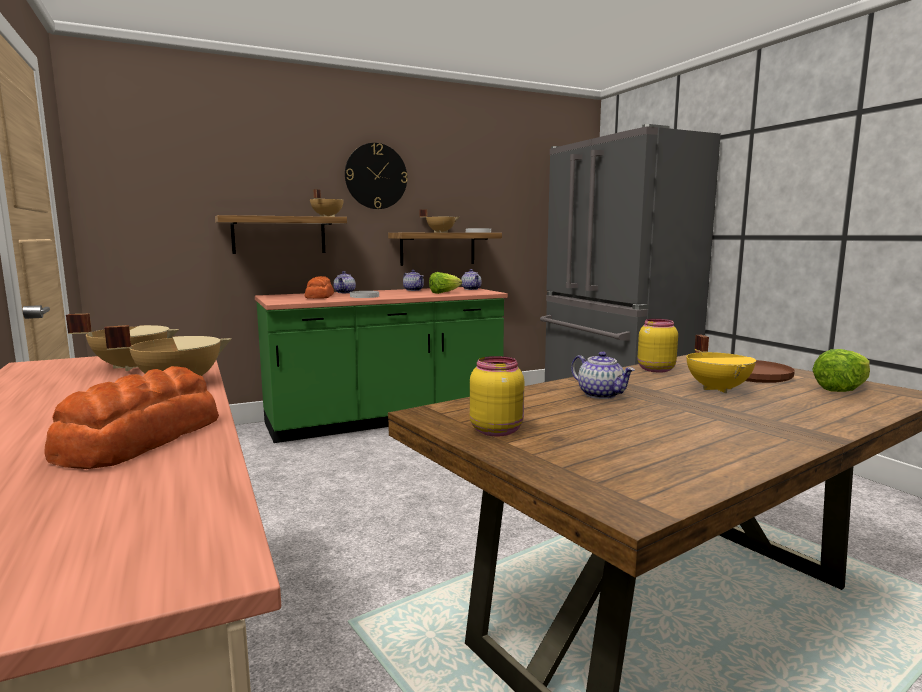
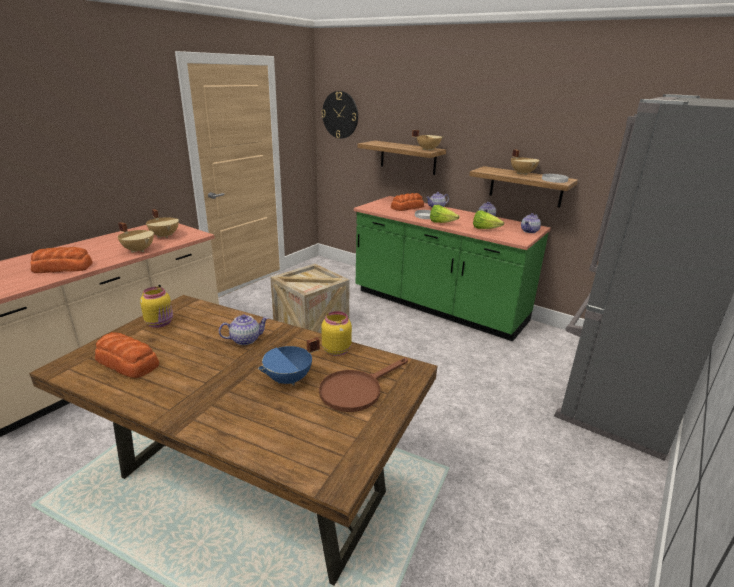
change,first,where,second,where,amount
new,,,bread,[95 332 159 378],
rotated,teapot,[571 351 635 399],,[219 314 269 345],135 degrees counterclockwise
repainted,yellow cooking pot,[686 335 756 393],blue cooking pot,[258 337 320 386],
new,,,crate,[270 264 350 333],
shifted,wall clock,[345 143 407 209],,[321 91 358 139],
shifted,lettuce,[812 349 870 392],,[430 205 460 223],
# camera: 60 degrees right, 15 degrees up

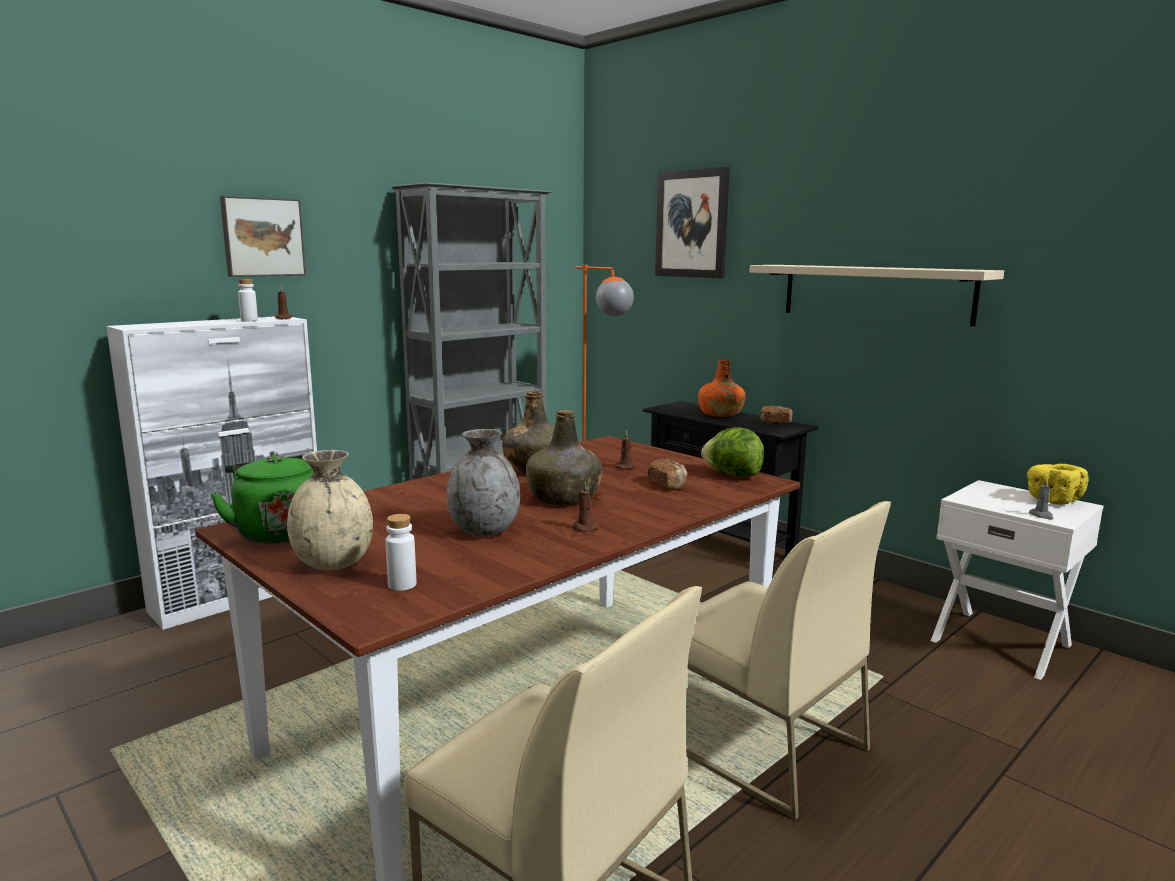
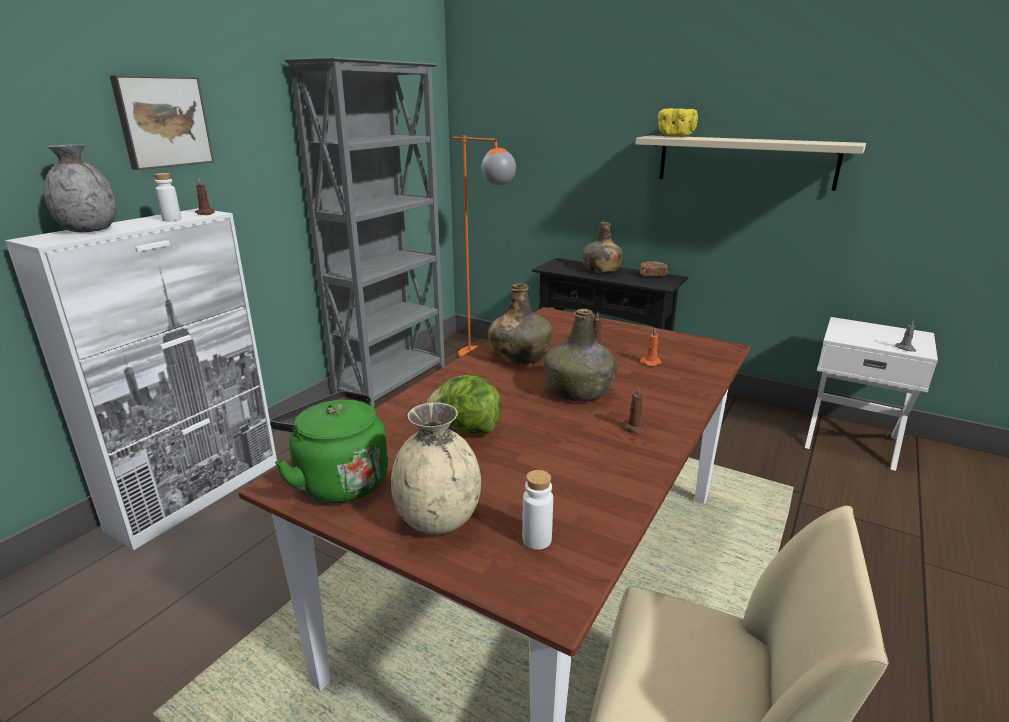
change,first,where,second,where,amount
shifted,grey vase,[447 429 520 536],,[44 145 117 232],
shifted,lettuce,[701 427 764 476],,[427 375 501 434],
repainted,orange bottle,[698 359 746 417],green bottle,[582 222 623 273],
swapped,bread,[647 459 687 489],orange candle,[640 328 662 366],
shifted,yellow bowl,[1027 464 1089 505],,[658 108 698 137],
gone,picture,[655 167 730 279],,,
gone,beige chair,[686 501 891 820],,,
# camera: 15 degrees left, 10 degrees up

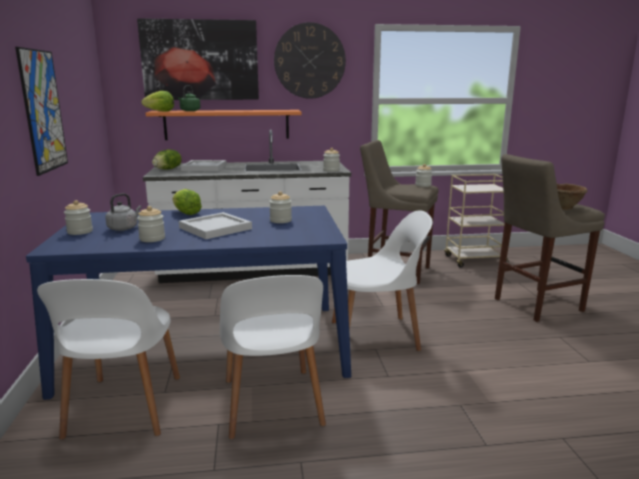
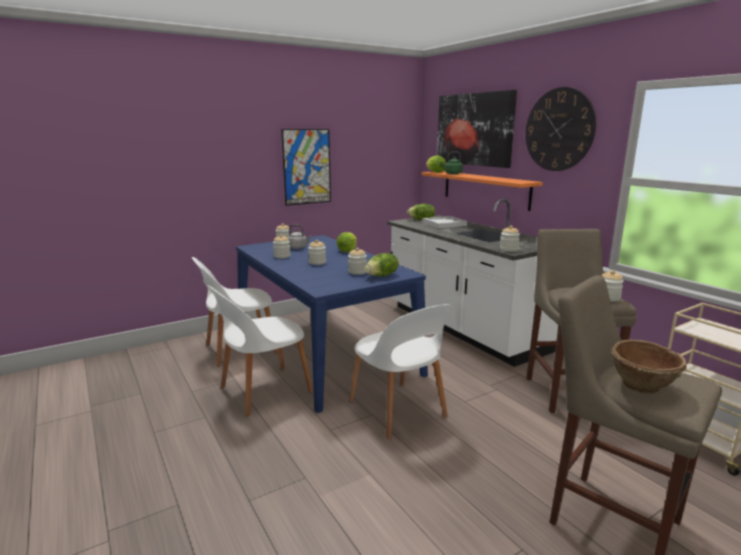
change,first,where,second,where,amount
swapped,white tray,[179 212 252 239],jar,[308 240 326 265],
new,,,lettuce,[365 253 399 276],
# camera: 65 degrees right, 0 degrees up

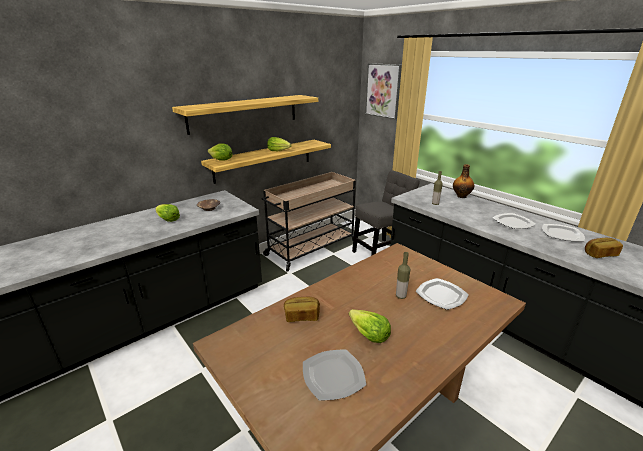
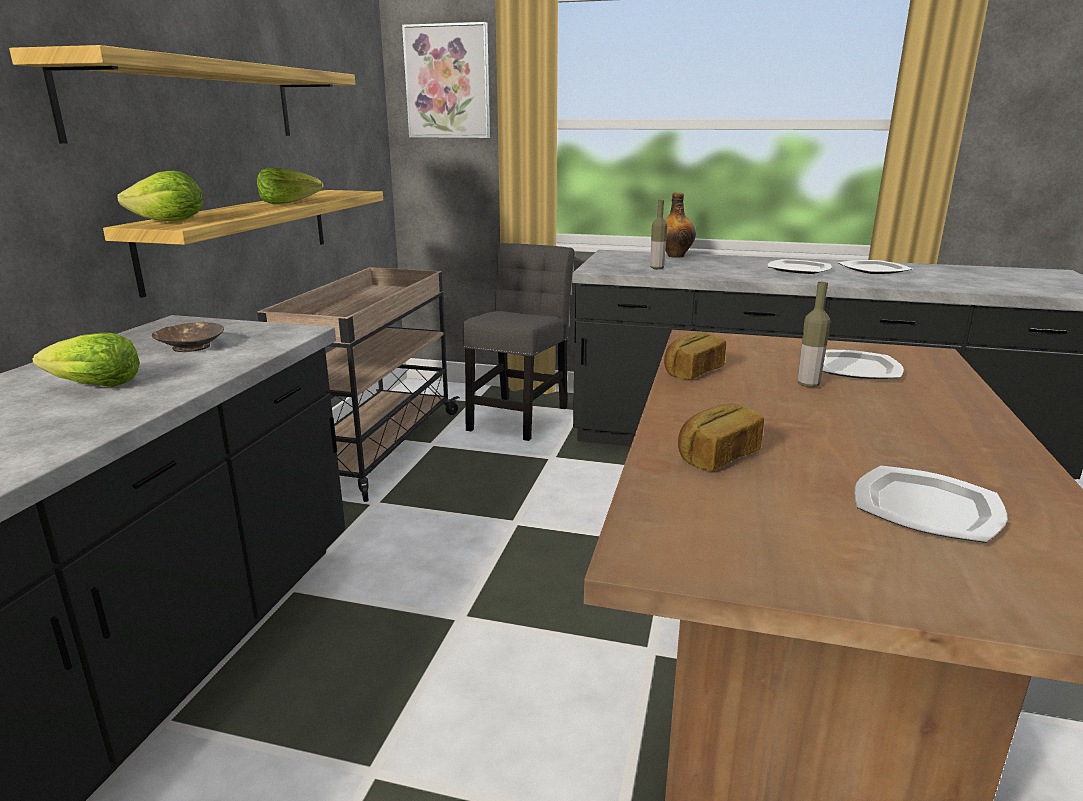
change,first,where,second,where,amount
shifted,bread,[585 238 623 258],,[664 333 726 379],
gone,lettuce,[349 309 391 343],,,
# camera: 35 degrees left, 5 degrees down

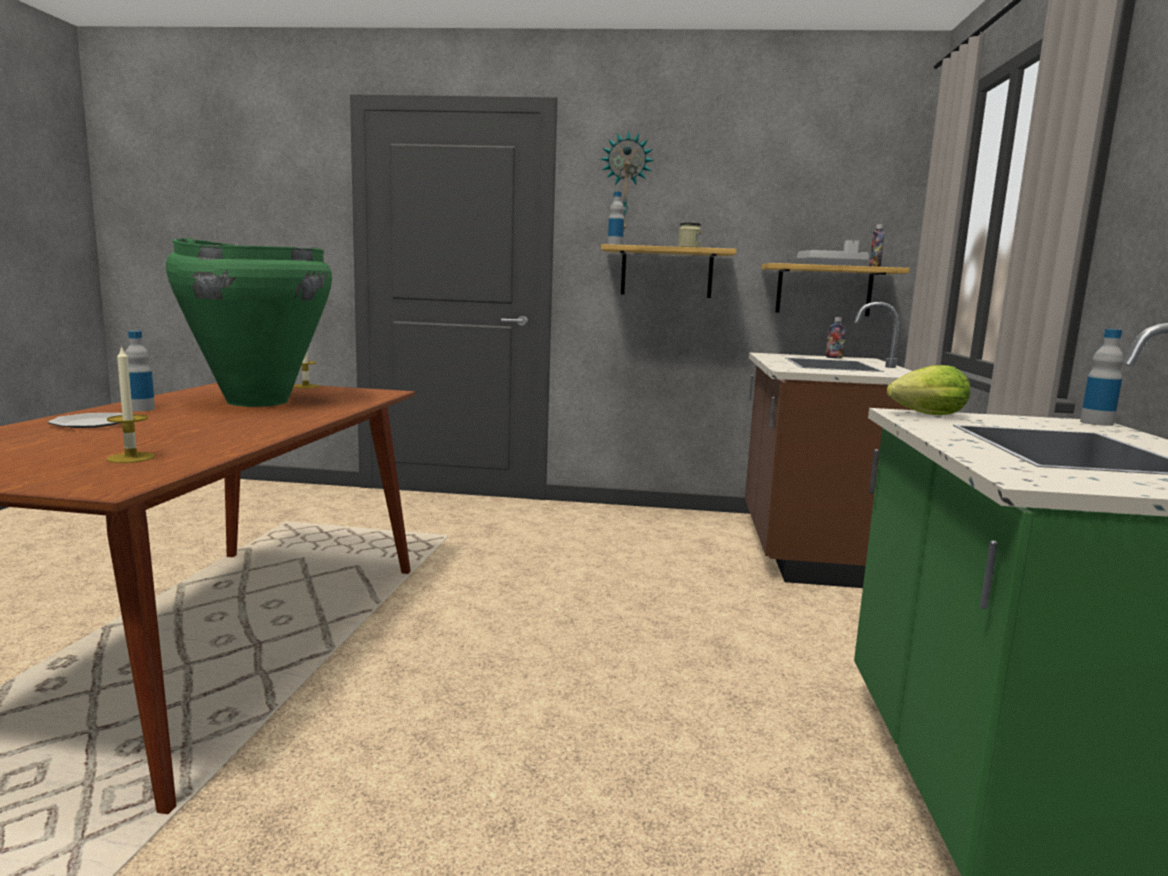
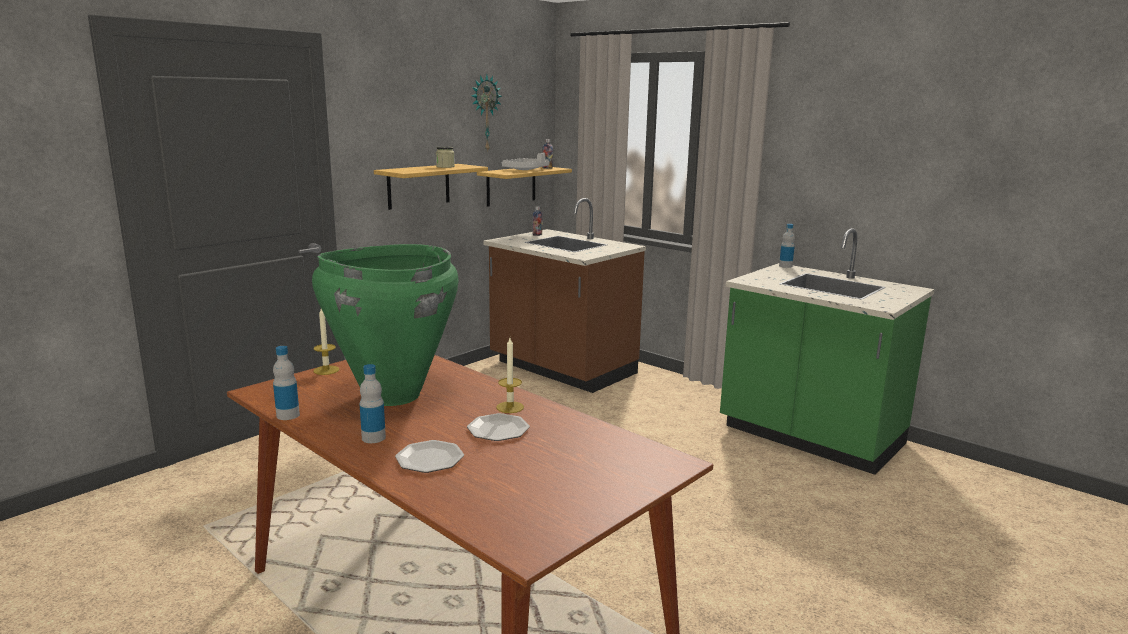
change,first,where,second,where,amount
shifted,bottle,[608 192 624 245],,[273 346 300 420],
new,,,plate,[467 413 530 441],
shifted,wall clock,[601 131 654 230],,[471 74 502 152],
shifted,candle,[107 345 155 463],,[496 338 524 413],
gone,lettuce,[887 365 970 415],,,
# camera: 55 degrees left, 5 degrees up

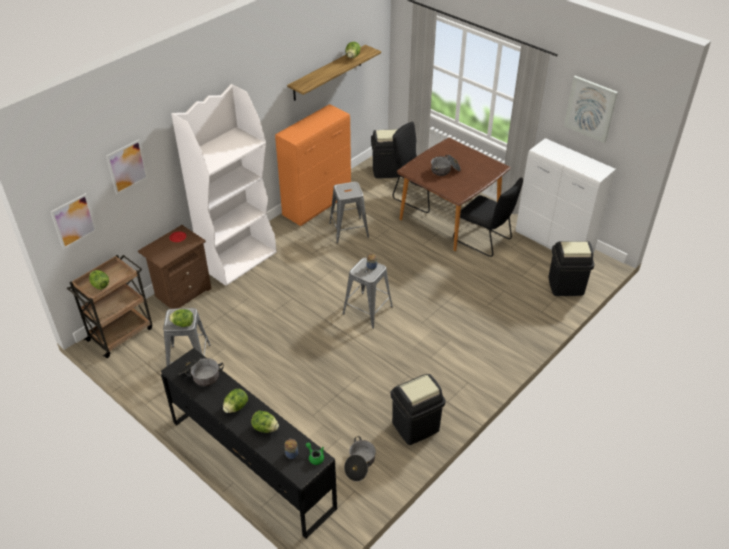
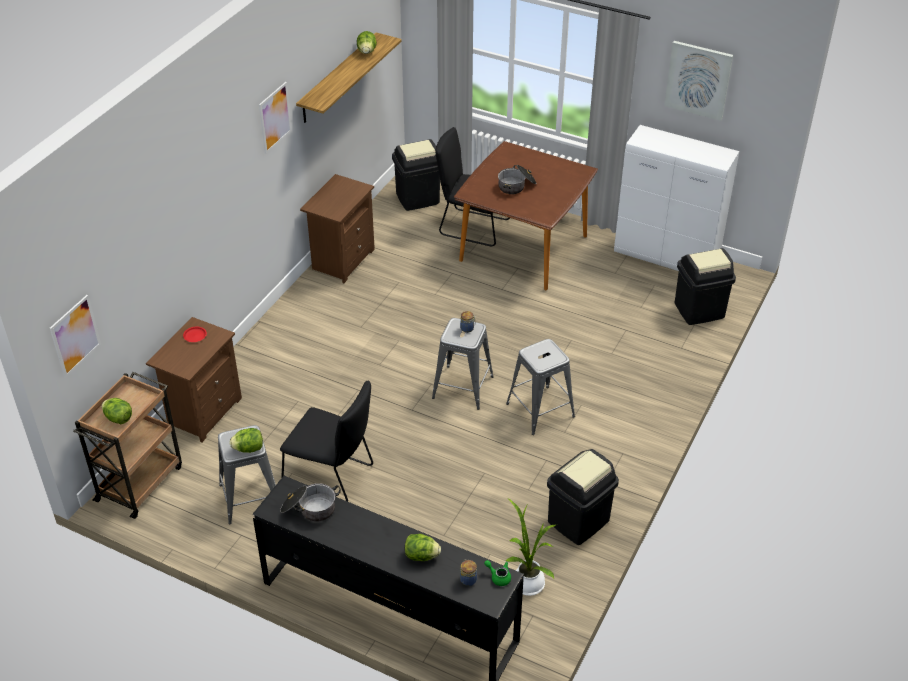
change,first,where,second,where,amount
shifted,picture,[106 139 148 195],,[259 82 292 154],
shifted,black chair,[453 178 523 257],,[280 380 373 502],
swapped,orange cabinet,[275 104 351 226],brown nightstand,[300 174 375 283],
shifted,grey stool,[329 182 369 243],,[506 339 575 435],
swapped,cooking pot,[344 436 376 481],potted plant,[506 498 557 596],
gone,white bookcase,[171 84 277 286],,,
gone,lettuce,[223 389 248 413],,,
# camera: 15 degrees left, 0 degrees up

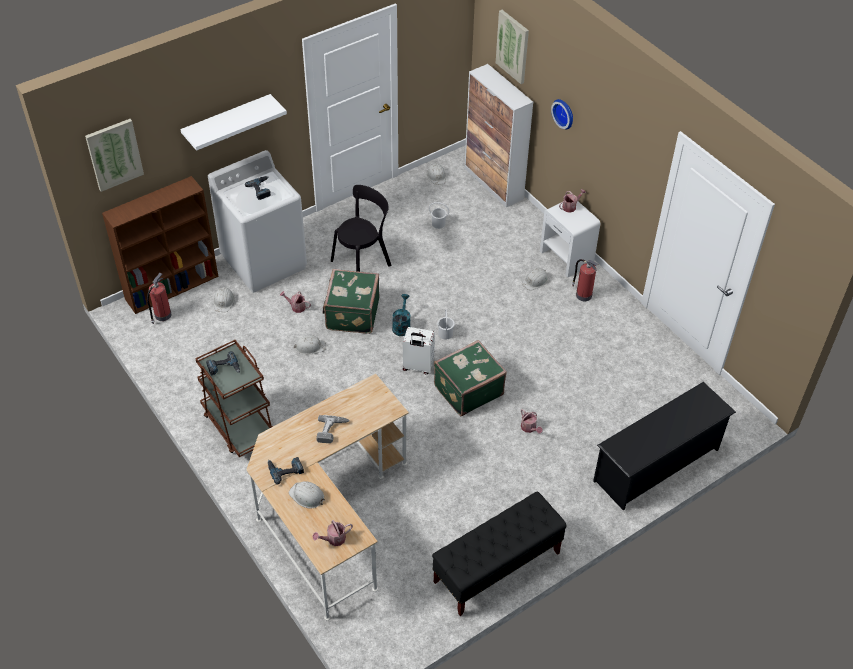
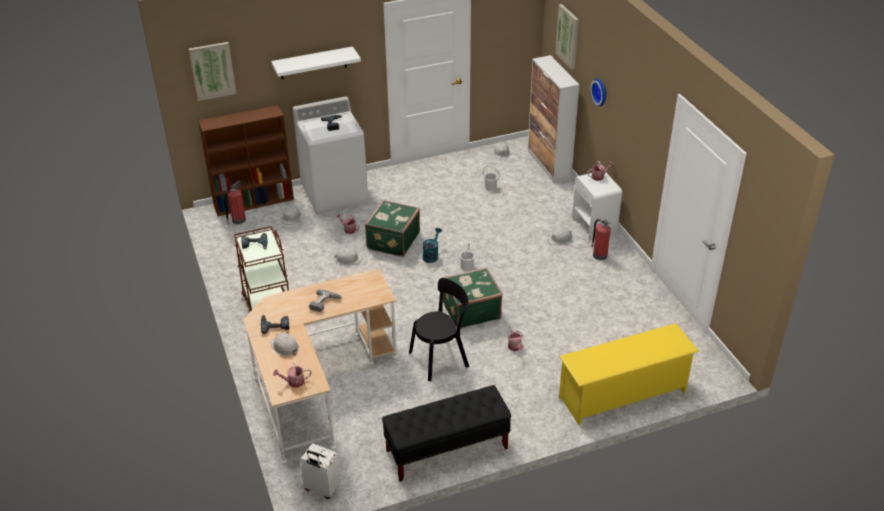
change,first,where,second,where,amount
shifted,white suitcase,[403 327 435 374],,[300 443 341 499],
shifted,black chair,[331 185 392 272],,[409 278 469 381],
repainted,black shoe rack,[593 382 736 510],yellow shoe rack,[559 323 699 425],
# camera: 15 degrees right, 10 degrees down

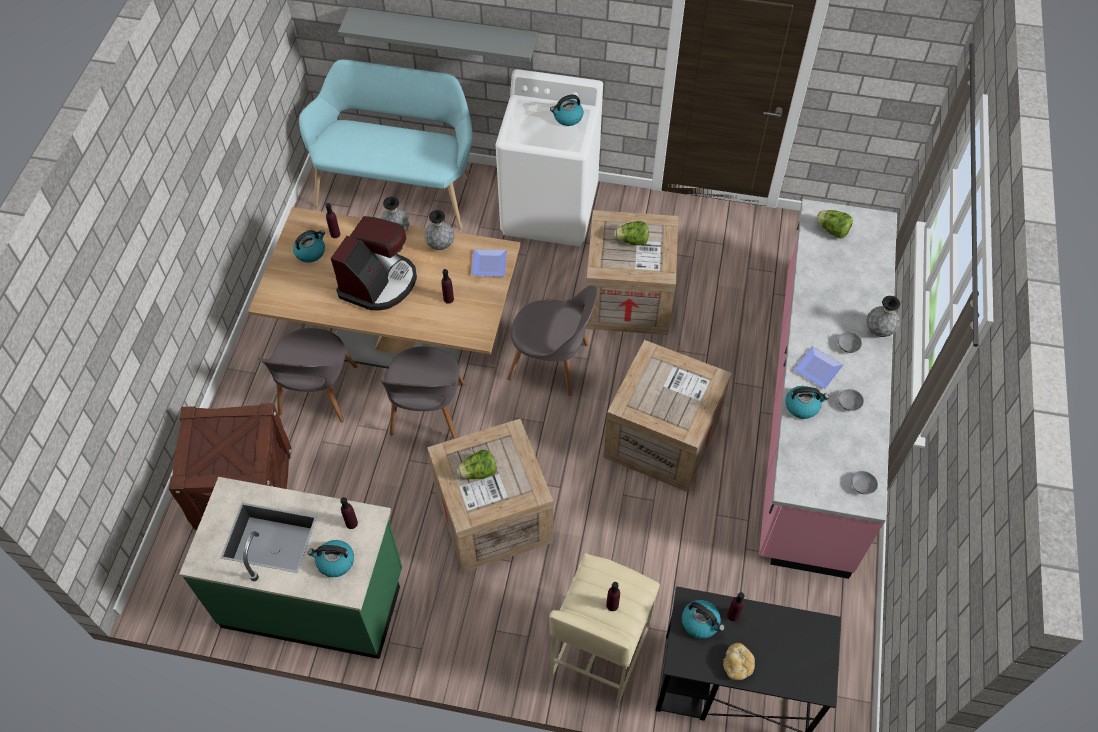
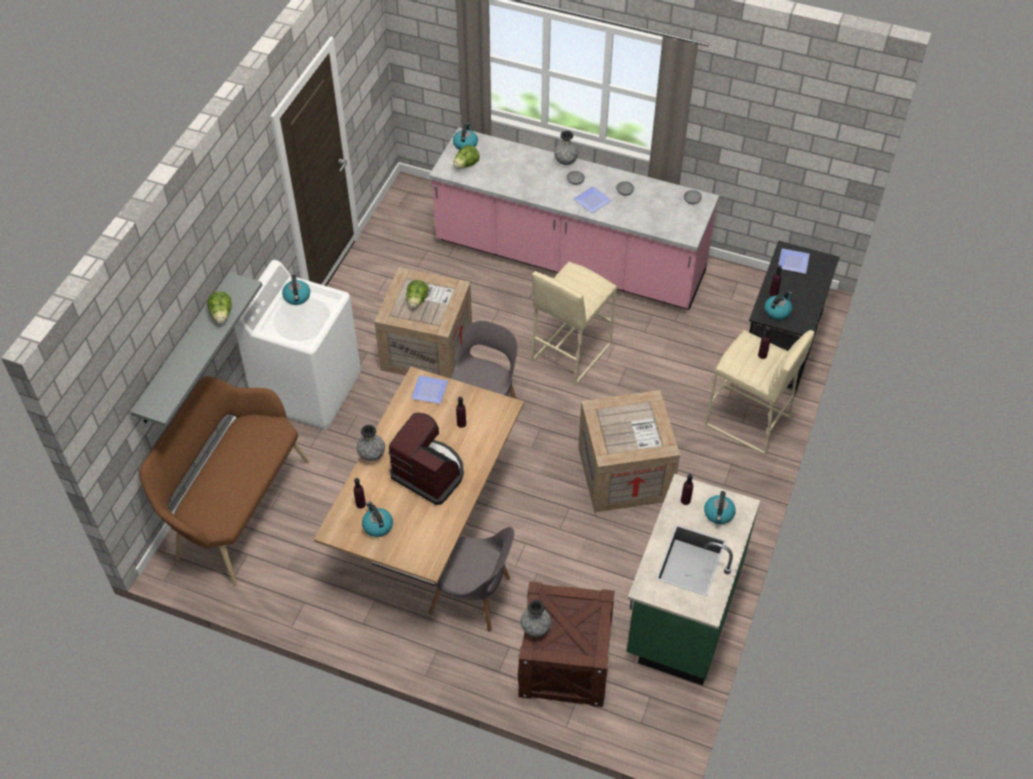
change,first,where,second,where,amount
repainted,turquoise bench,[299 59 473 229],brown bench,[139 376 309 586],
shifted,lettuce,[457 450 496 479],,[207 291 232 324],
shifted,kettle,[786 386 829 419],,[453 123 478 150],
shifted,grey vase,[424 210 454 250],,[521 600 551 637],
swapped,crate,[603 340 731 492],beige stool,[531 261 617 386],
new,,,plate,[778 248 810 274],
gone,grey chair,[378 346 465 439],,,
gone,bread,[723 643 755 680],,,
# camera: 80 degrees left, 5 degrees down

